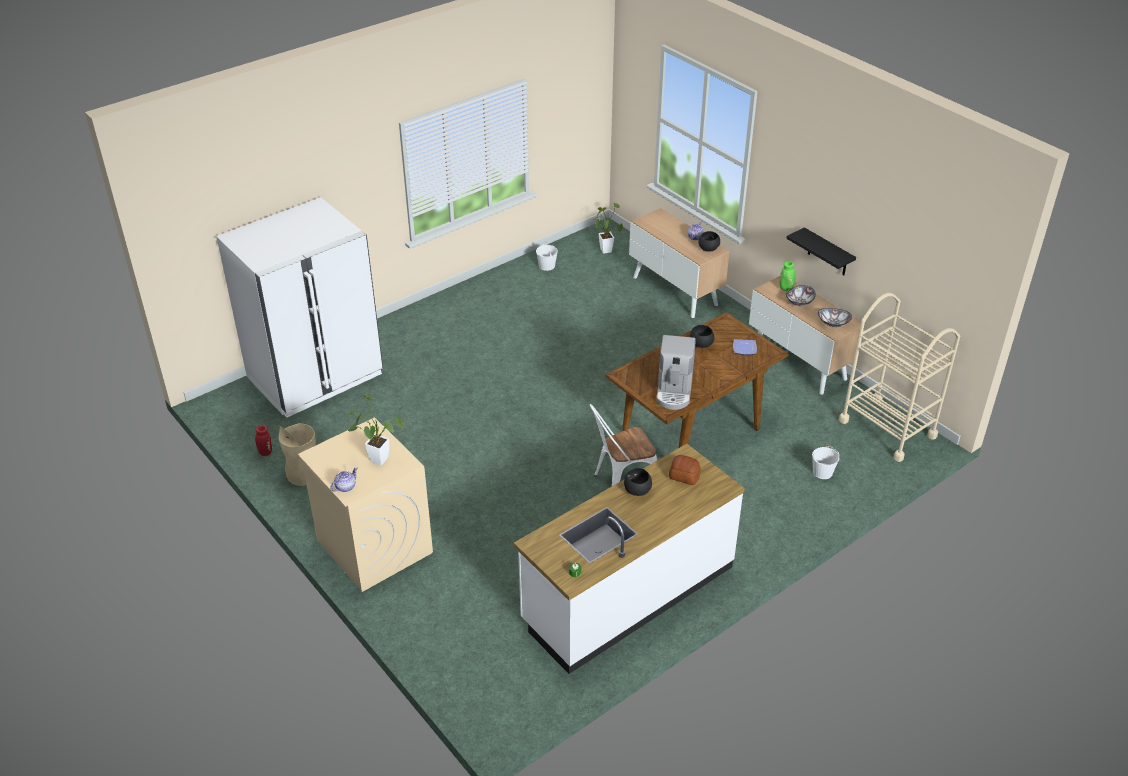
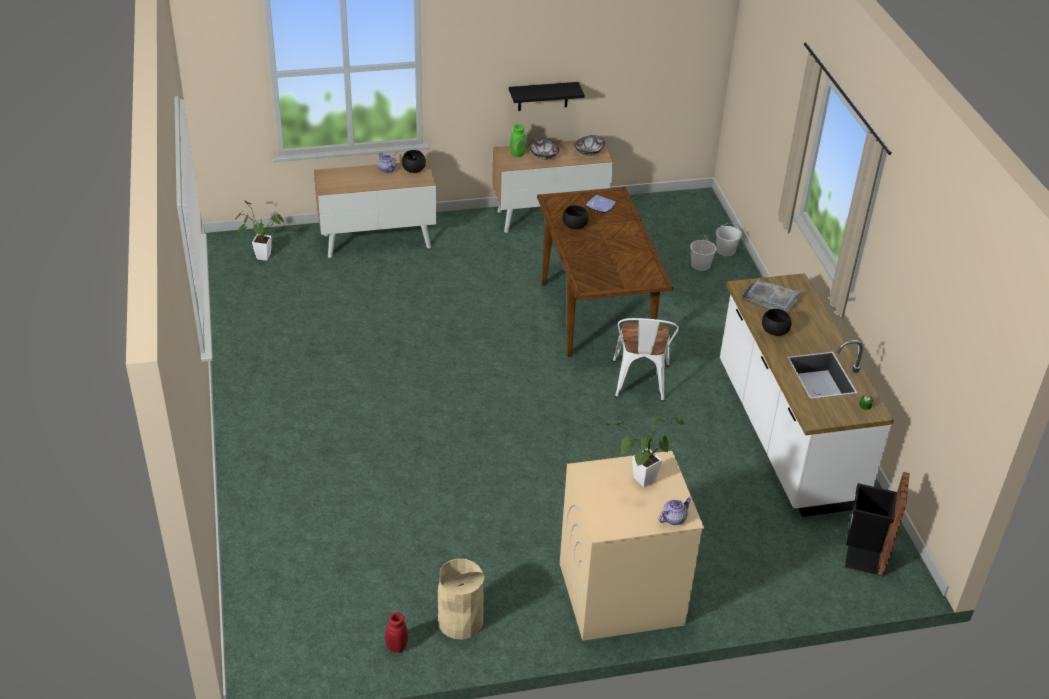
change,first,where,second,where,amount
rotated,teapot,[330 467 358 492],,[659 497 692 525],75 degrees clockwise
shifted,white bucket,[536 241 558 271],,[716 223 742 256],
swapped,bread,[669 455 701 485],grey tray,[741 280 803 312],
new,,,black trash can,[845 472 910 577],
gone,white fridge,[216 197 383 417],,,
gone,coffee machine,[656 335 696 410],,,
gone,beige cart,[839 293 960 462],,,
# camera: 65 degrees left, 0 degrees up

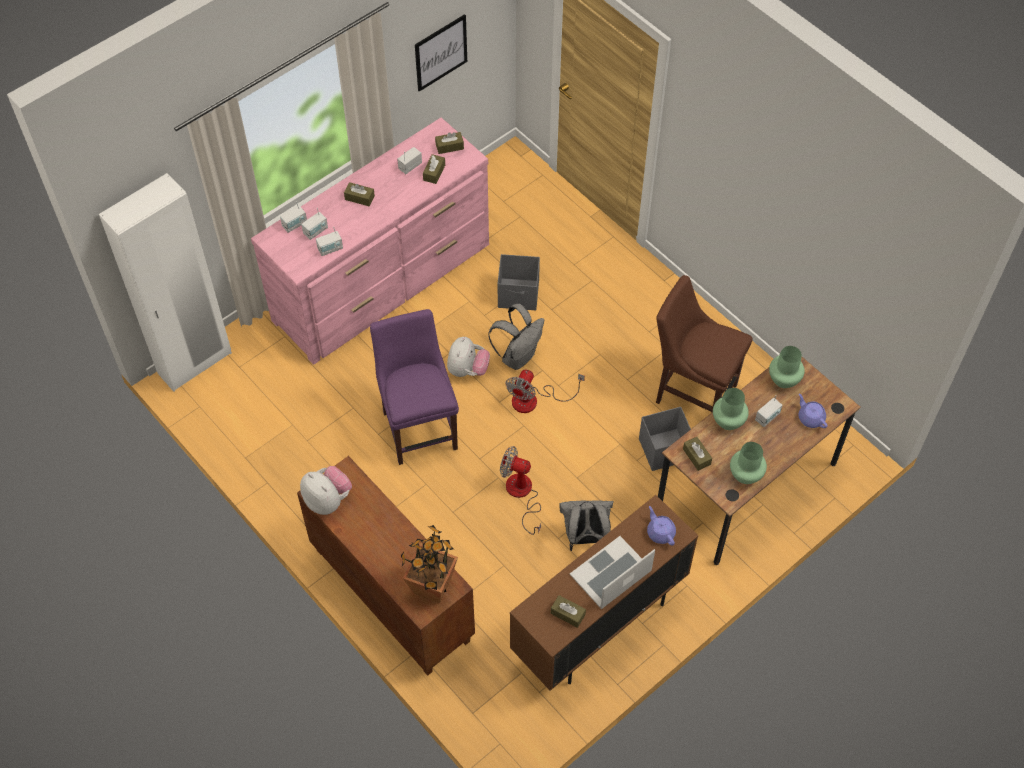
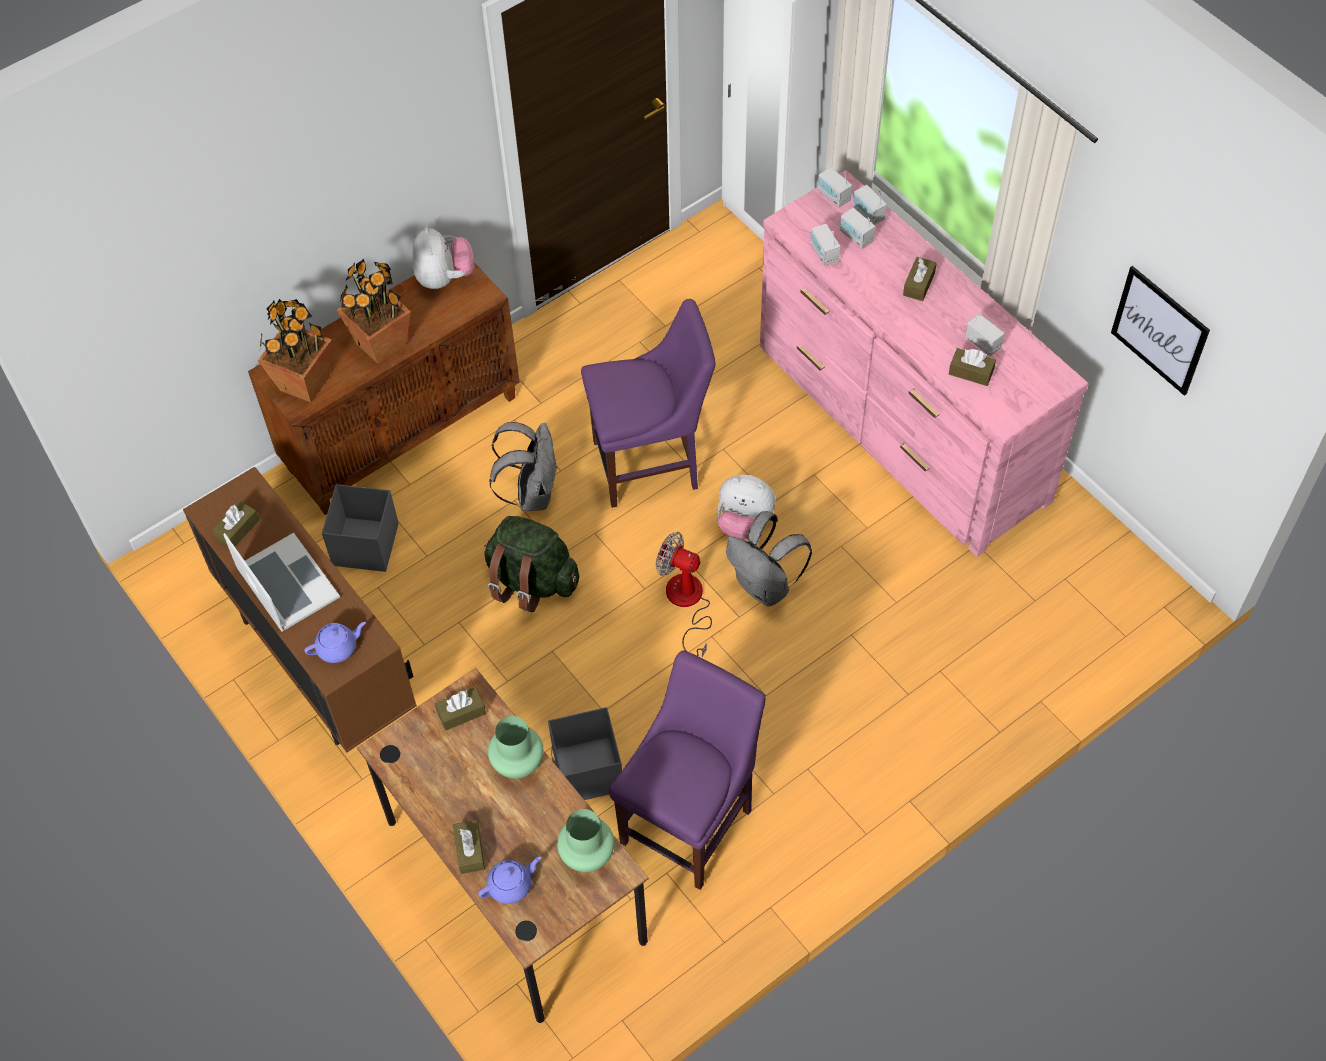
change,first,where,second,where,amount
shifted,grey storage box,[497 254 540 310],,[322 484 399 572],
new,,,potted plant,[337 259 411 365],
rotated,plush toy,[300 466 352 515],,[412 227 475 289],60 degrees counterclockwise
shifted,brown tissue box,[435 132 464 154],,[453 820 485 874],
swapped,fan,[500 446 541 535],green backpack,[484 516 579 612],
shifted,grey backpack,[559 500 613 551],,[489 422 558 511],
repainted,brown chair,[656 275 753 412],purple chair,[609 650 766 890],
shifted,radio,[755 395 783 427],,[818 167 852 208],
gone,green vase,[730 442 767 484],,,
# camera: 95 degrees right, 0 degrees up

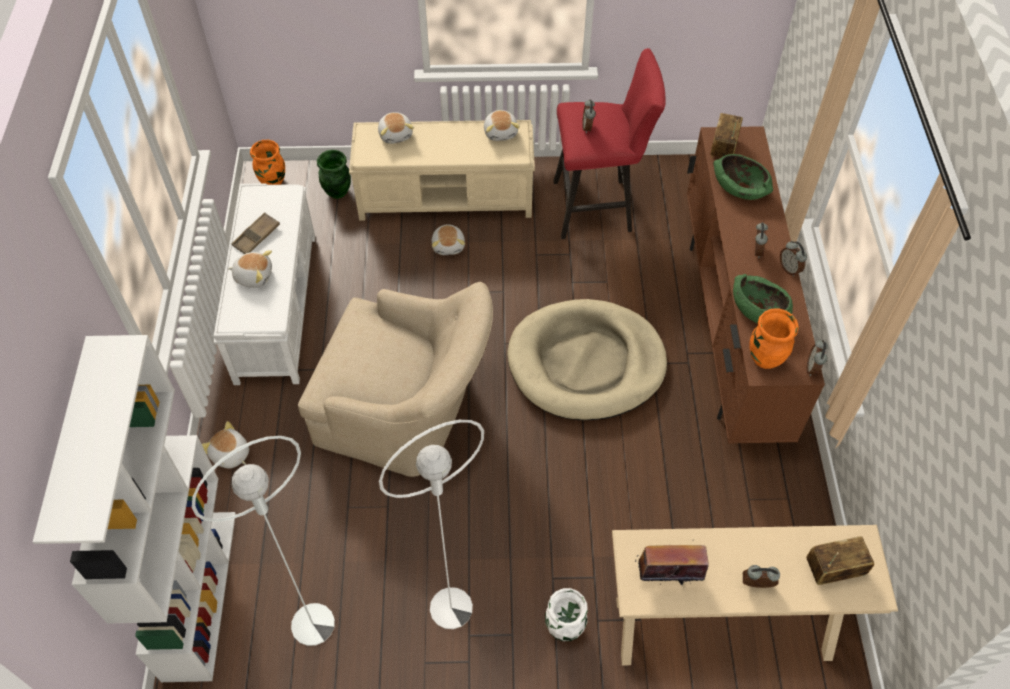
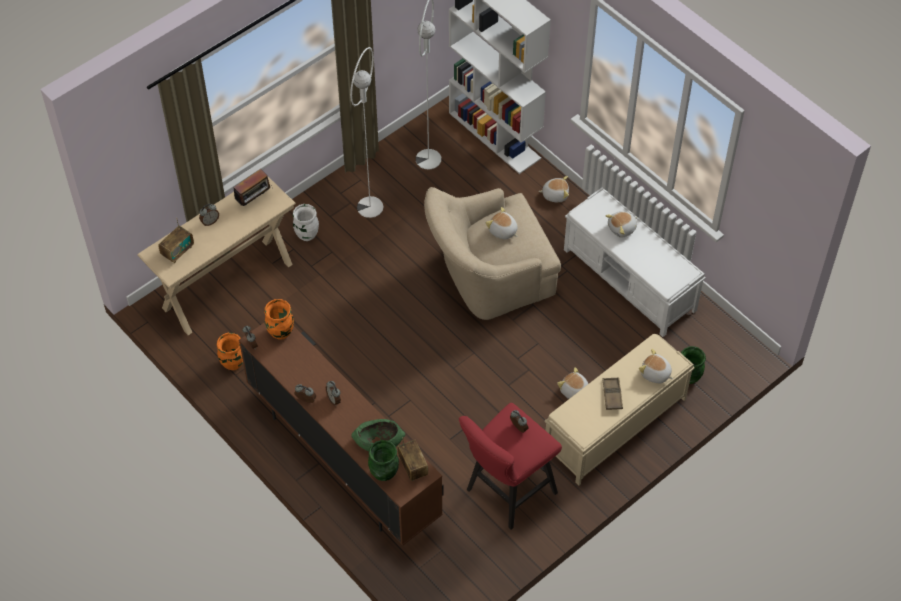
change,first,where,second,where,amount
shifted,orange vase,[250 140 285 185],,[217 333 243 370],
new,,,green vase,[368 440 399 481],
shifted,plush toy,[484 110 520 141],,[485 207 518 239],
shifted,brown tray,[232 212 280 254],,[602 377 623 410],
gone,beige dog bed,[507 299 667 420],,,
gone,green bowl,[733 274 793 324],,,
# camera: 140 degrees right, 0 degrees up

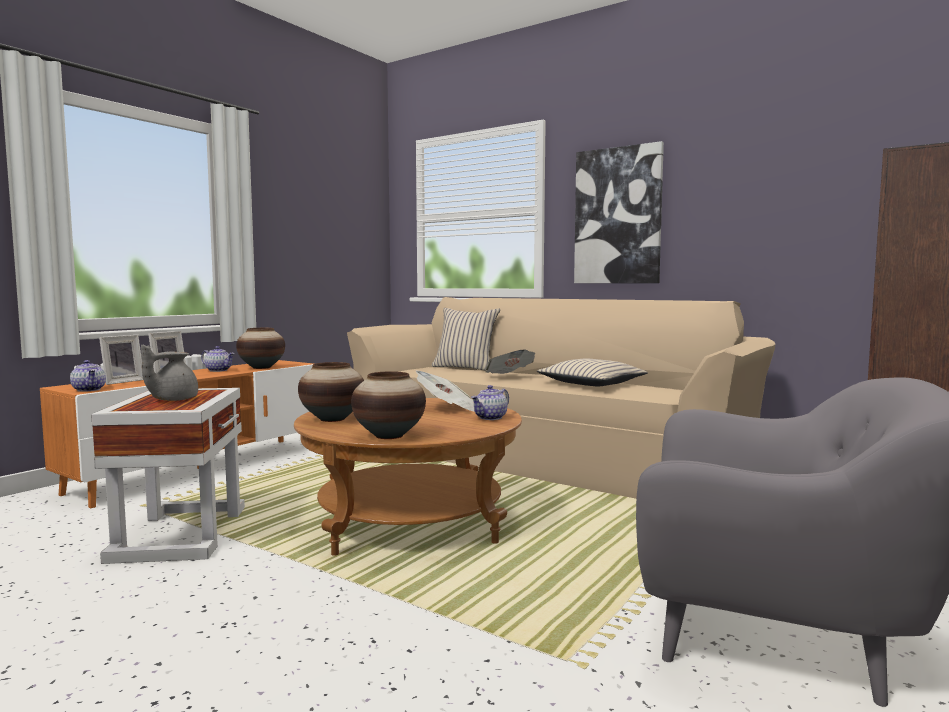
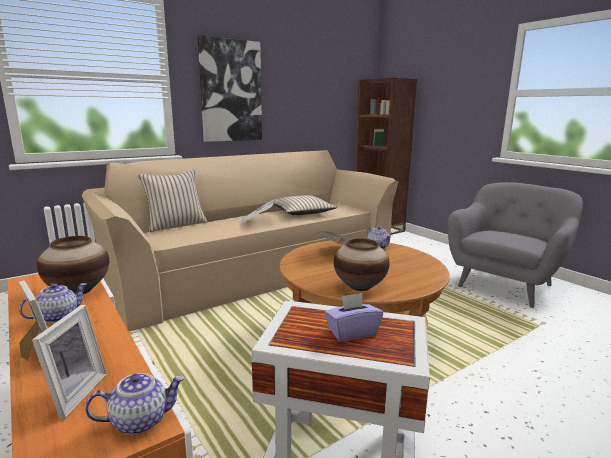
change,first,where,second,where,amount
rotated,picture frame,[99 335 143 385],,[32 305 107 419],45 degrees clockwise
swapped,grey teapot,[141 344 198 401],purple tissue box,[325 293 383 341],
gone,vase,[351 371 426 439],,,
# camera: 70 degrees left, 10 degrees up

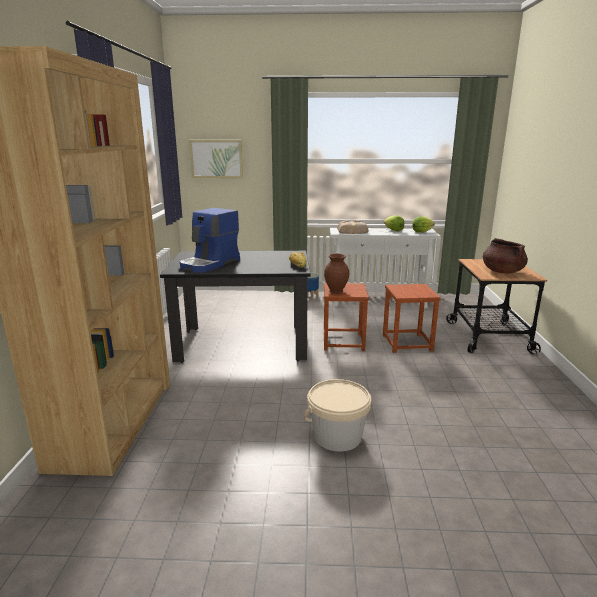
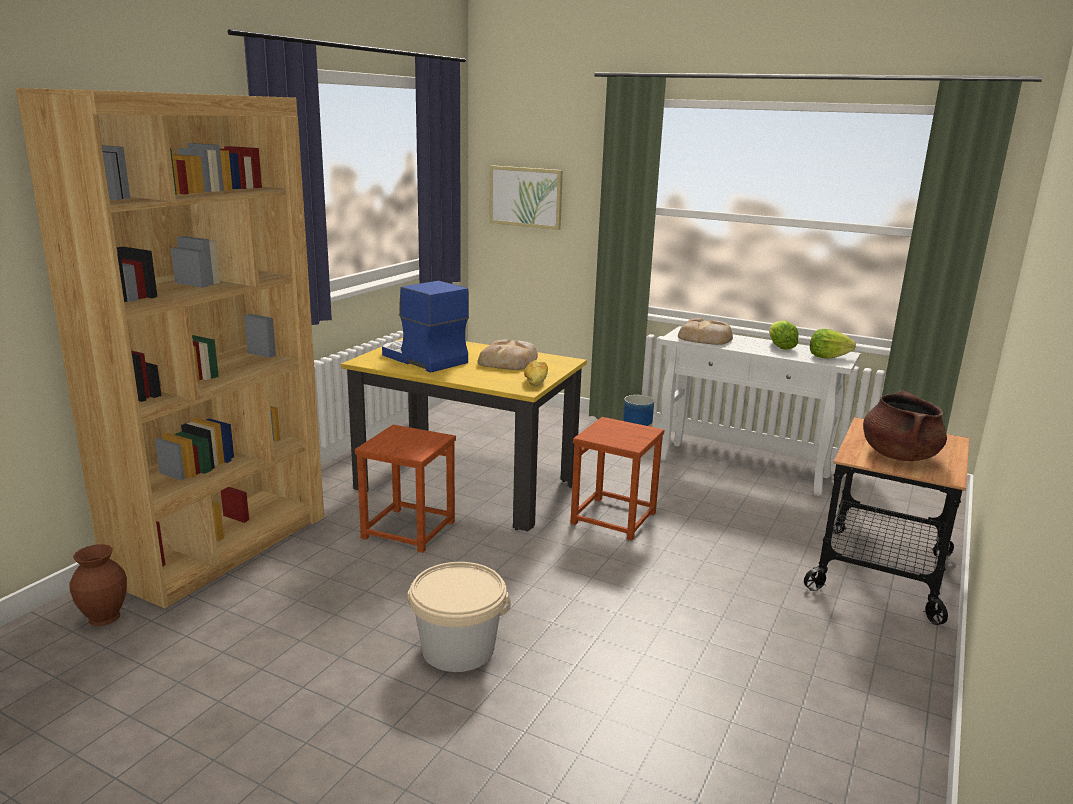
change,first,where,second,where,amount
shifted,brown vase,[324 254 349 294],,[69 544 127 626],
repainted,black dining table,[160 251 311 363],yellow dining table,[341 338 587 532],
shifted,brown stool,[383 284 441 353],,[355 425 456 553],
rotated,coffee machine,[180 208 240 273],,[382 281 469 373],75 degrees clockwise
new,,,bread,[477 340 538 370],
# camera: 25 degrees right, 0 degrees up

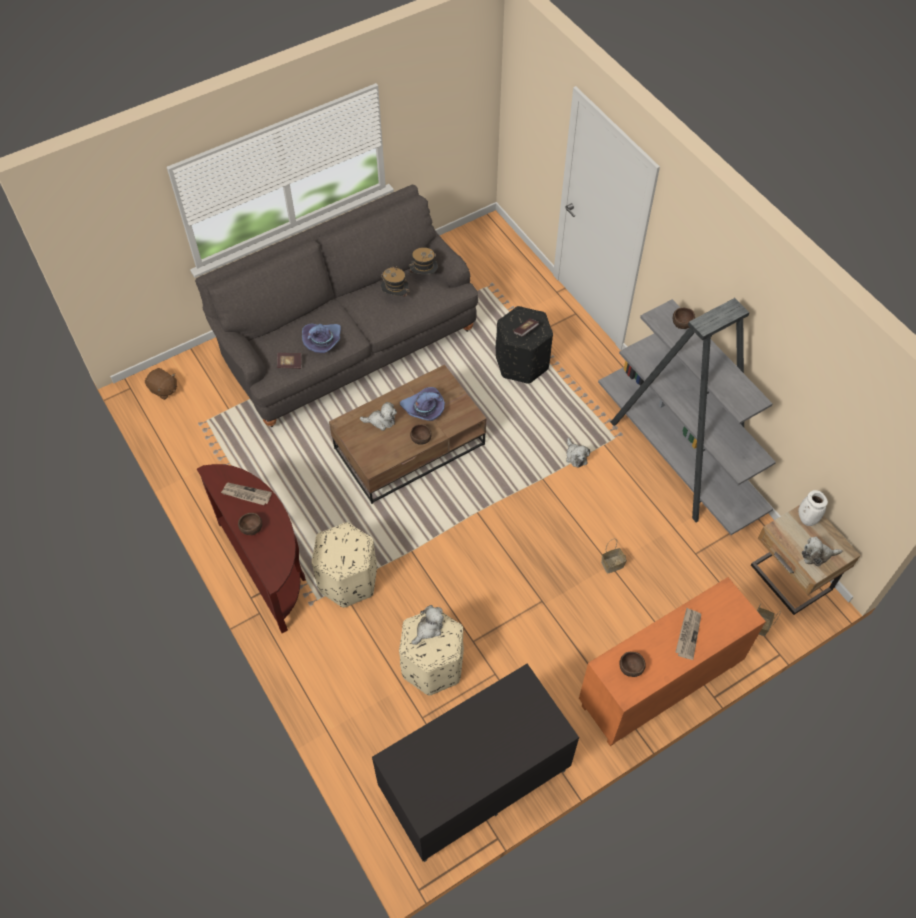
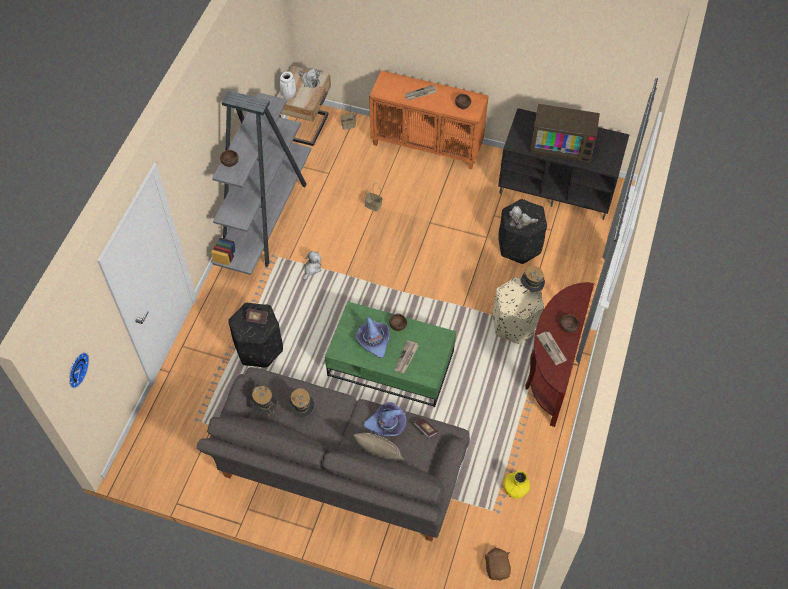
change,first,where,second,where,amount
new,,,wall clock,[69 352 89 388],
repainted,brown coffee table,[329 365 486 504],green coffee table,[325 302 456 407],
new,,,beige pillow,[353 433 404 461],
swapped,plush toy,[360 402 397 431],newspaper,[394 340 419 373],
repainted,beige ottoman,[399 612 464 695],black ottoman,[498 199 547 264],
new,,,yellow vase,[504 471 530 499],
new,,,hat,[520 266 545 292],
new,,,television,[530 104 600 162],
# camera: 130 degrees left, 0 degrees up

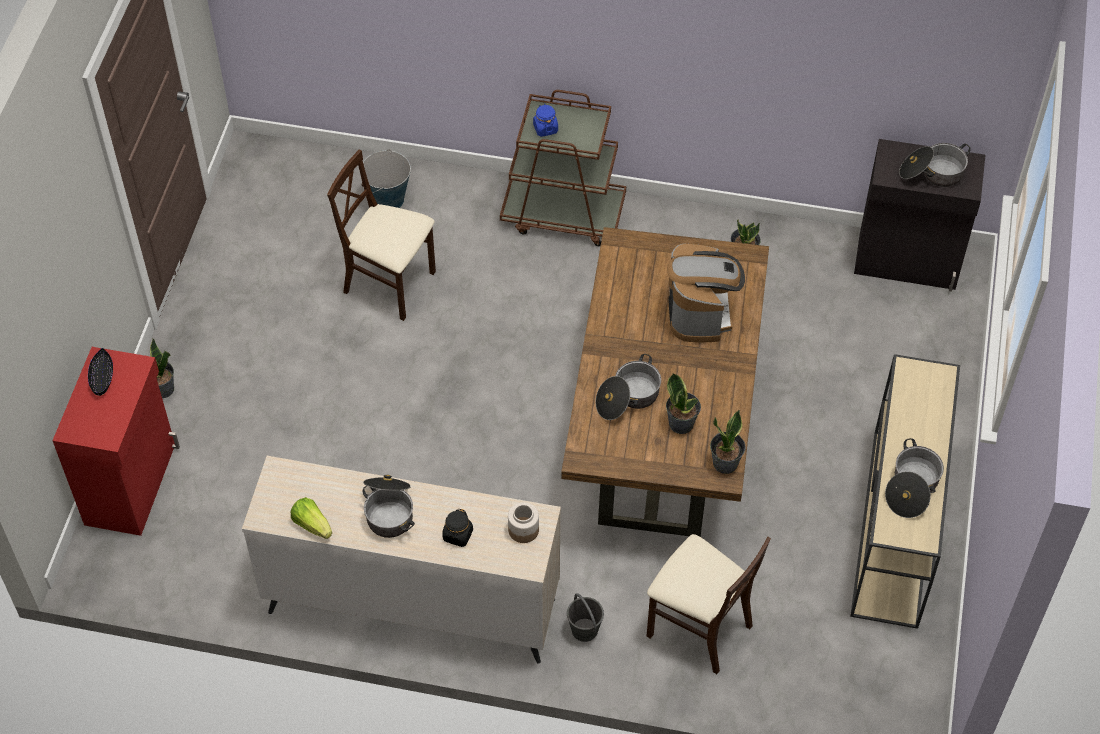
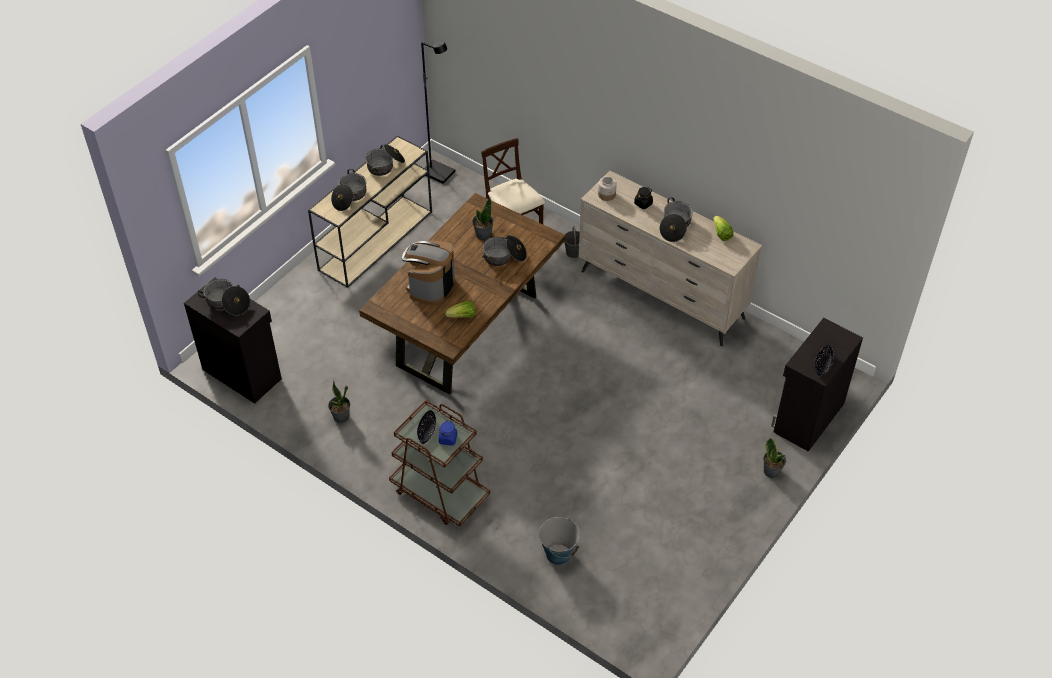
change,first,where,second,where,amount
new,,,cooking pot,[331 169 366 211],
new,,,black bowl,[417 410 436 444],
new,,,black floor lamp,[421 41 455 184],
new,,,lettuce,[445 301 475 318],
repainted,red cabinet,[52 347 180 536],black cabinet,[771 318 863 452],
gone,beige chair,[327 150 436 321],,,
gone,potted plant,[710 410 746 474],,,
# camera: 155 degrees left, 5 degrees down

